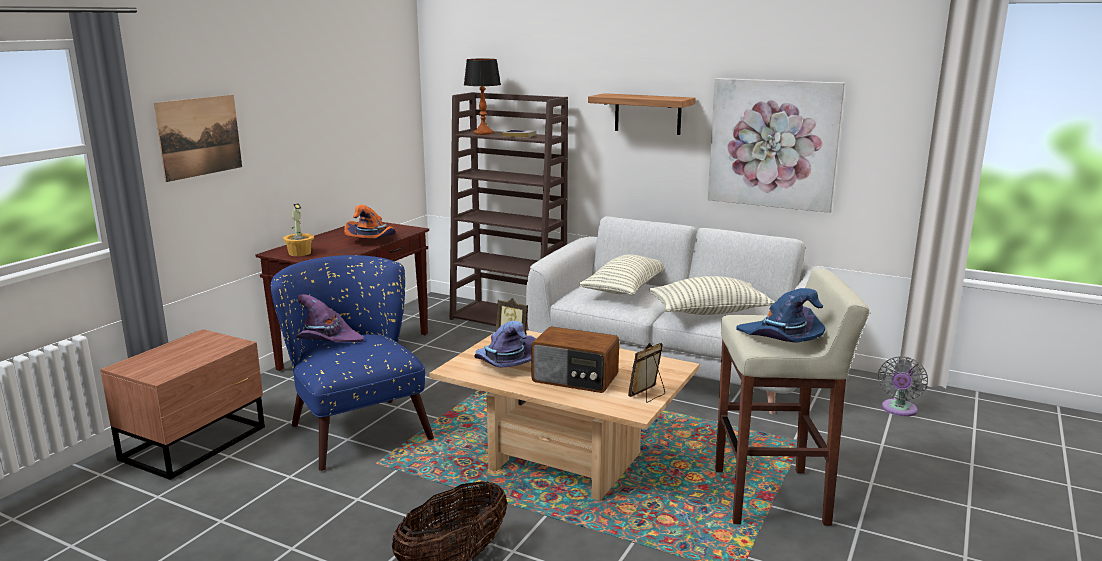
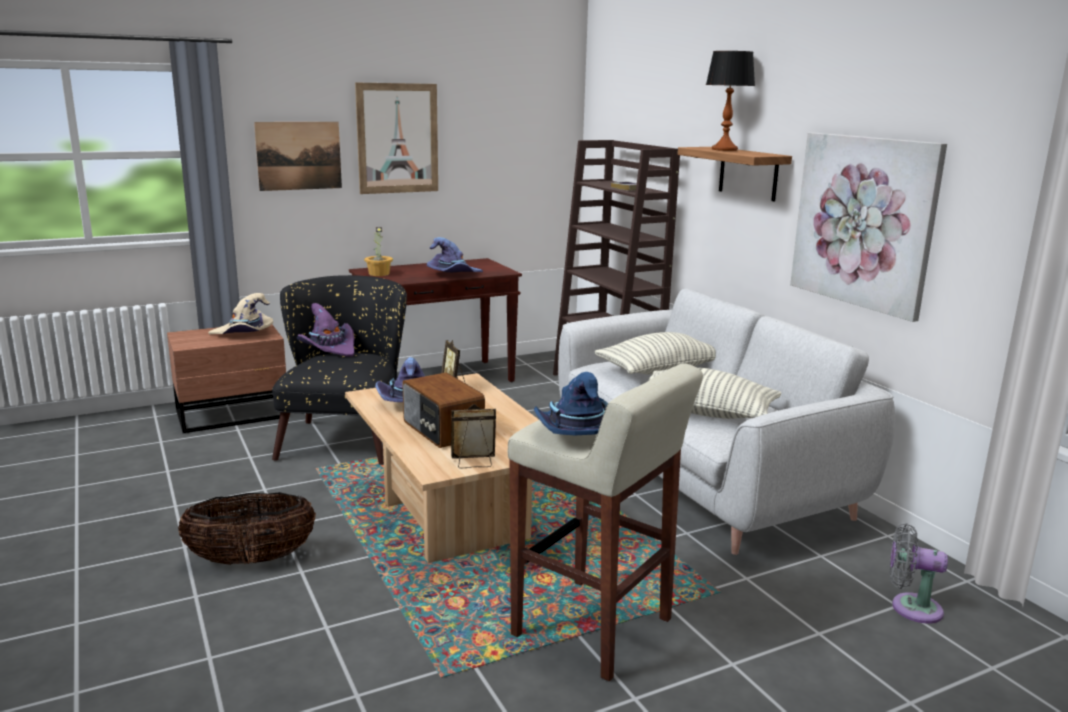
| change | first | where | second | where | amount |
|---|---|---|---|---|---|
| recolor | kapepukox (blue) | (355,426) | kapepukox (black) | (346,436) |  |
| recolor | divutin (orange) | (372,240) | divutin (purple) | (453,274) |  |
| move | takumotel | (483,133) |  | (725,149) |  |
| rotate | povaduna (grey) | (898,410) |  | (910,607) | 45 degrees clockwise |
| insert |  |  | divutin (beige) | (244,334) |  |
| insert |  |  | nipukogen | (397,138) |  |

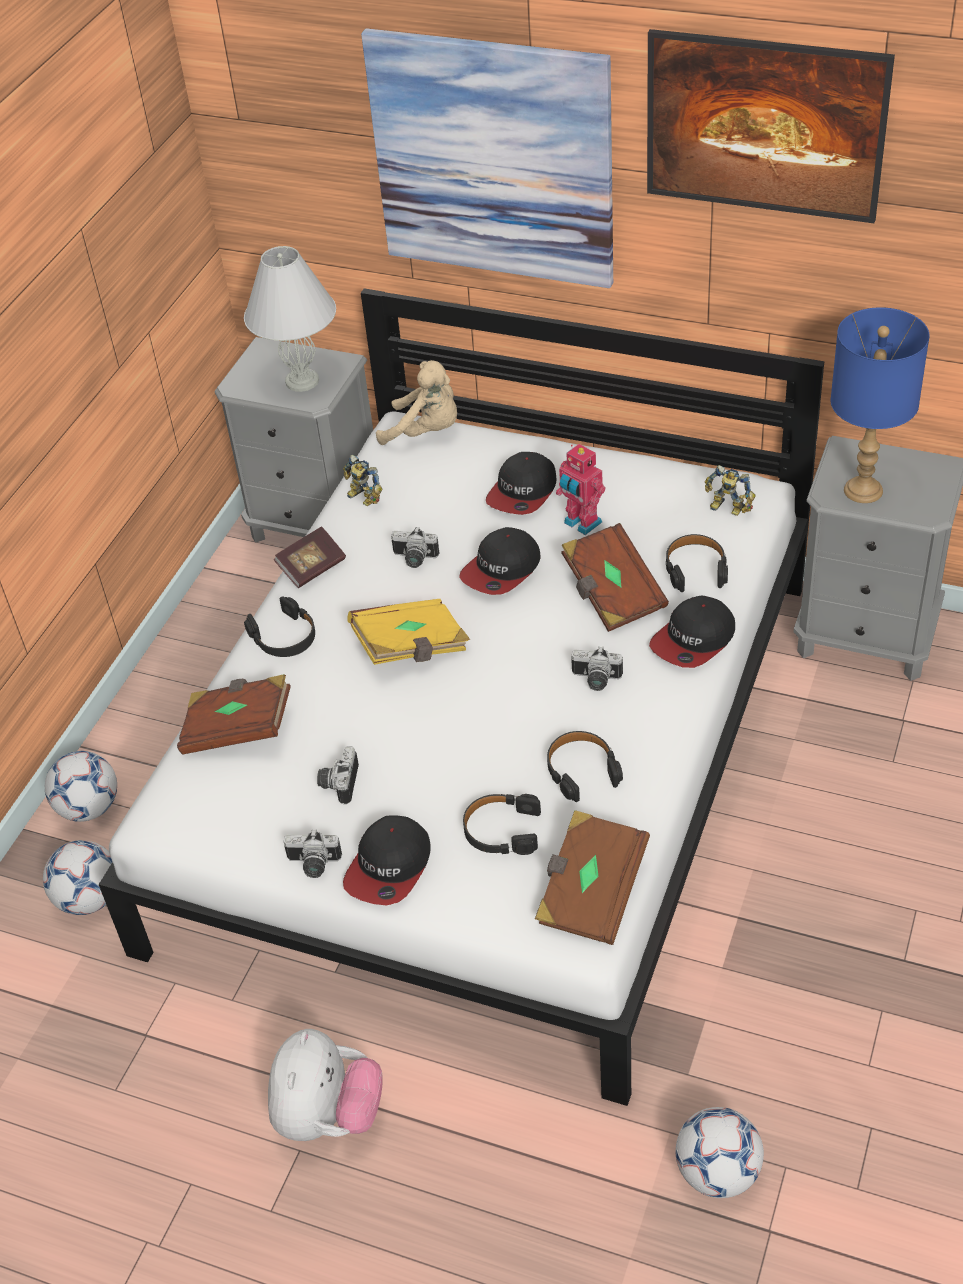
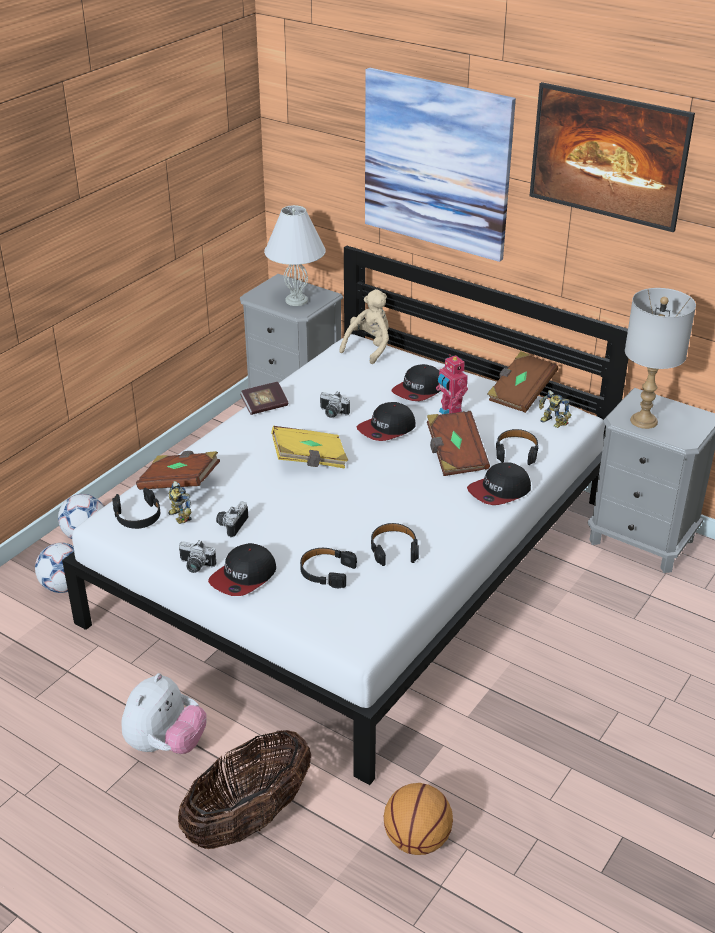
| change | first | where | second | where | amount |
|---|---|---|---|---|---|
| move | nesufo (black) | (284,637) |  | (138,516) |  |
| move | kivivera | (362,499) |  | (178,517) |  |
| rotate | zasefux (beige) | (426,432) |  | (369,347) | 90 degrees counterclockwise |
| move | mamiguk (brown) | (591,892) |  | (520,394) |  |
| delete | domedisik | (595,680) |  |  |  |
| replace | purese | (718,1172) | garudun | (417,840) |  |
| recolor | takumotel (blue) | (863,491) | takumotel (grey) | (643,421) |  |
| insert |  |  | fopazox | (248,819) |  |

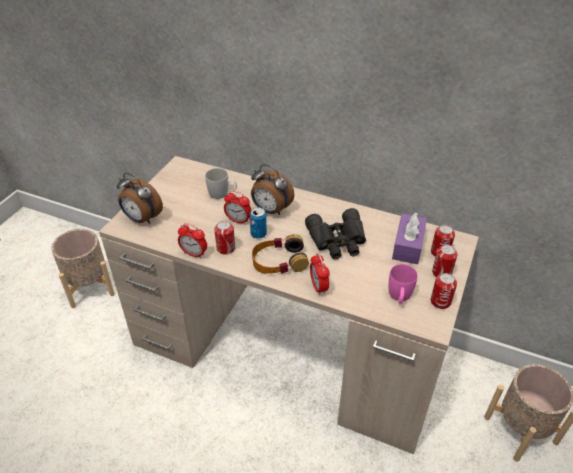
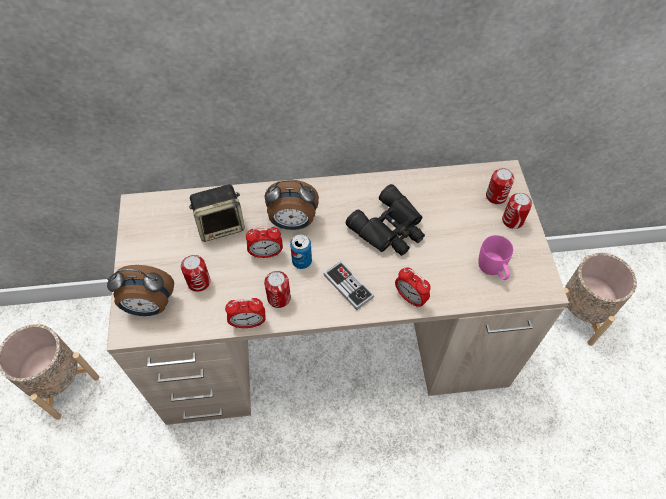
| change | first | where | second | where | amount |
|---|---|---|---|---|---|
| replace | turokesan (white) | (222,194) | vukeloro | (221,225) |  |
| replace | nesufo | (279,261) | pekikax | (348,286) |  |
| delete | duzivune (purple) | (408,246) |  |  |  |
| move | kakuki | (440,301) |  | (199,282) |  |

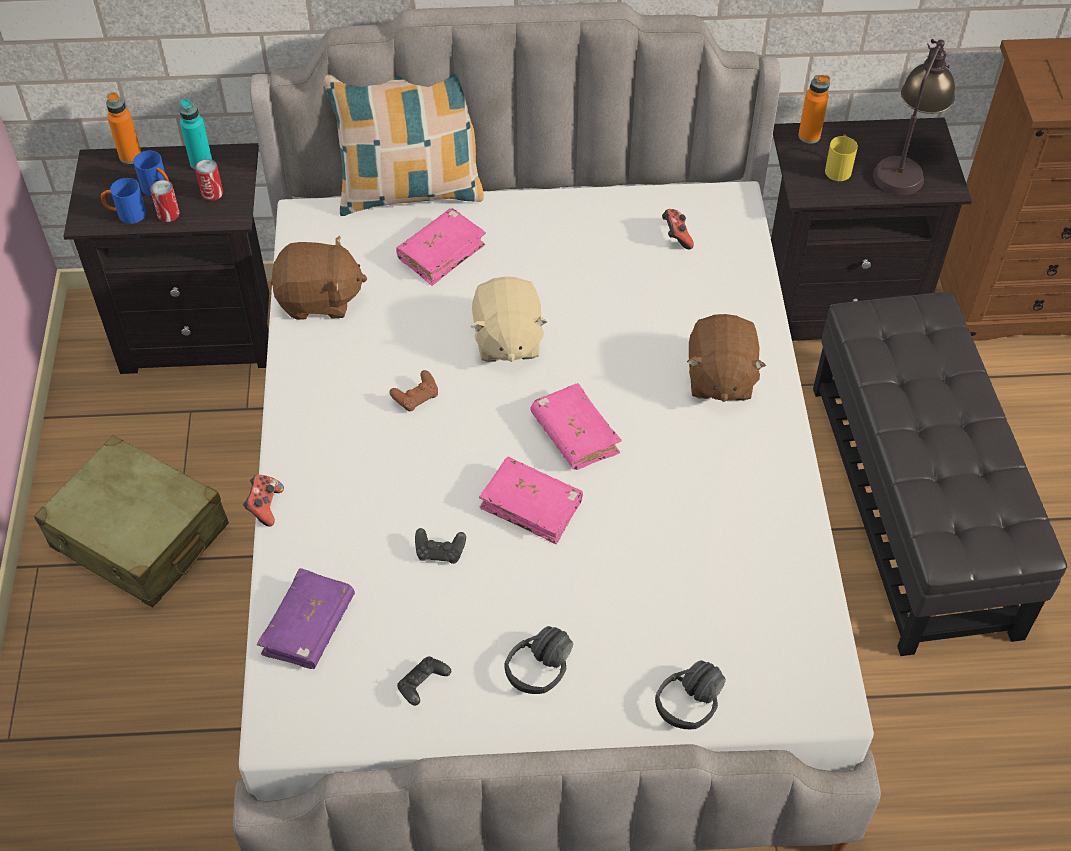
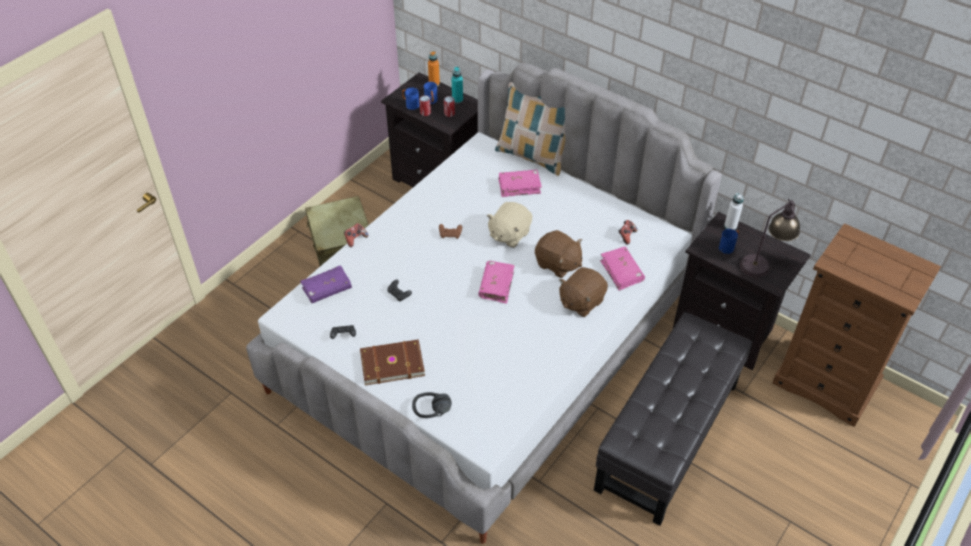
| change | first | where | second | where | amount |
|---|---|---|---|---|---|
| move | zasefux (brown) | (319,300) |  | (557,264) |  |
| move | mamiguk (pink) | (531,506) |  | (621,272) |  |
| replace | nesufo (black) | (549,674) | mamiguk (brown) | (391,363) |  |
| recolor | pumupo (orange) | (809,136) | pumupo (white) | (730,226) |  |
| recolor | turokesan (yellow) | (838,169) | turokesan (blue) | (728,247) |  |

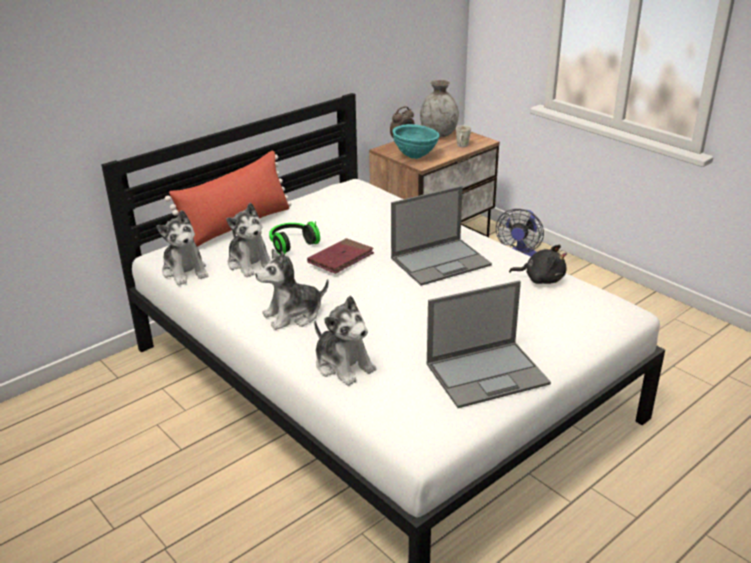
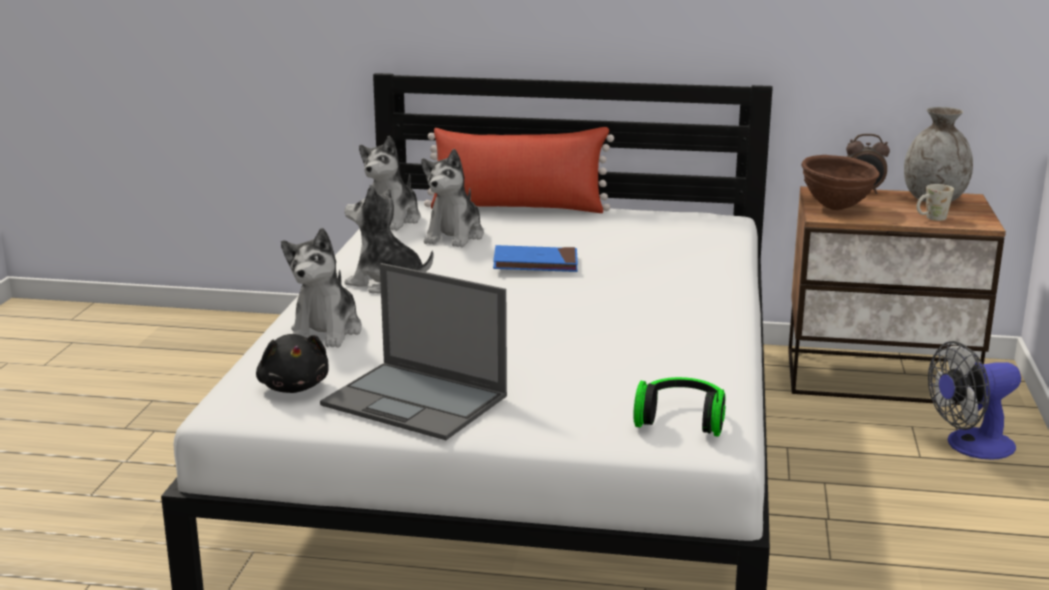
| change | first | where | second | where | amount |
|---|---|---|---|---|---|
| move | nesufo | (291,244) |  | (681,420) |  |
| recolor | mamiguk (red) | (341,259) | mamiguk (blue) | (535,263) |  |
| delete | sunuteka | (441,261) |  |  |  |
| recolor | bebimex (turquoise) | (415,157) | bebimex (brown) | (836,208) |  |
| move | zasefux (black) | (541,279) |  | (294,386) |  |

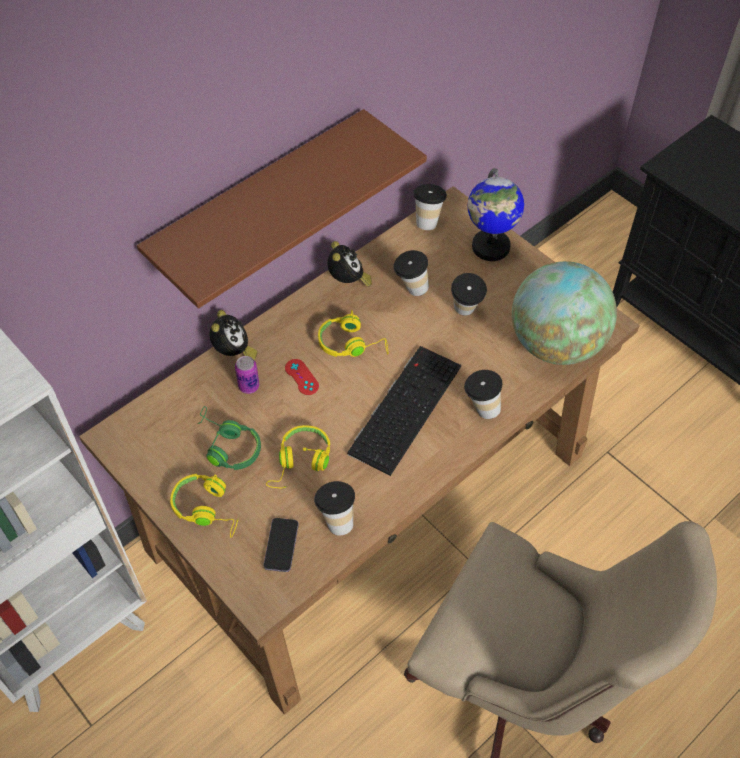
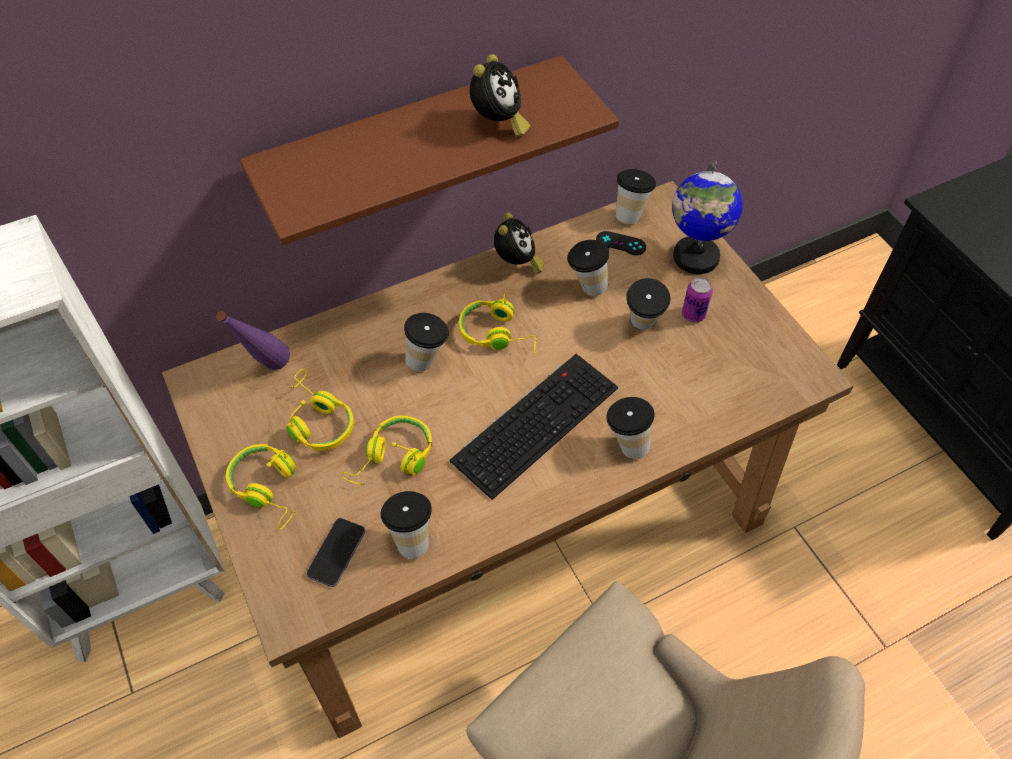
| change | first | where | second | where | amount |
|---|---|---|---|---|---|
| recolor | nesufo (green) | (227,446) | nesufo (yellow) | (317,420) |  |
| move | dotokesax | (233,353) |  | (498,123) |  |
| move | kakuki | (249,386) |  | (693,314) |  |
| replace | pekikax (red) | (301,377) | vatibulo | (428,360) |  |
| delete | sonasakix | (556,344) |  |  |  |
| insert |  |  | pumupo (purple) | (267,372) |  |
| insert |  |  | pekikax (black) | (620,243) |  |

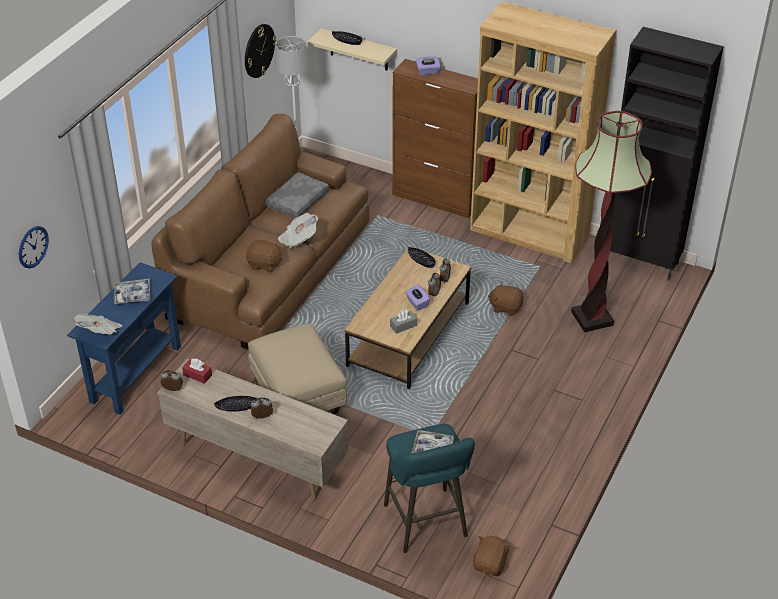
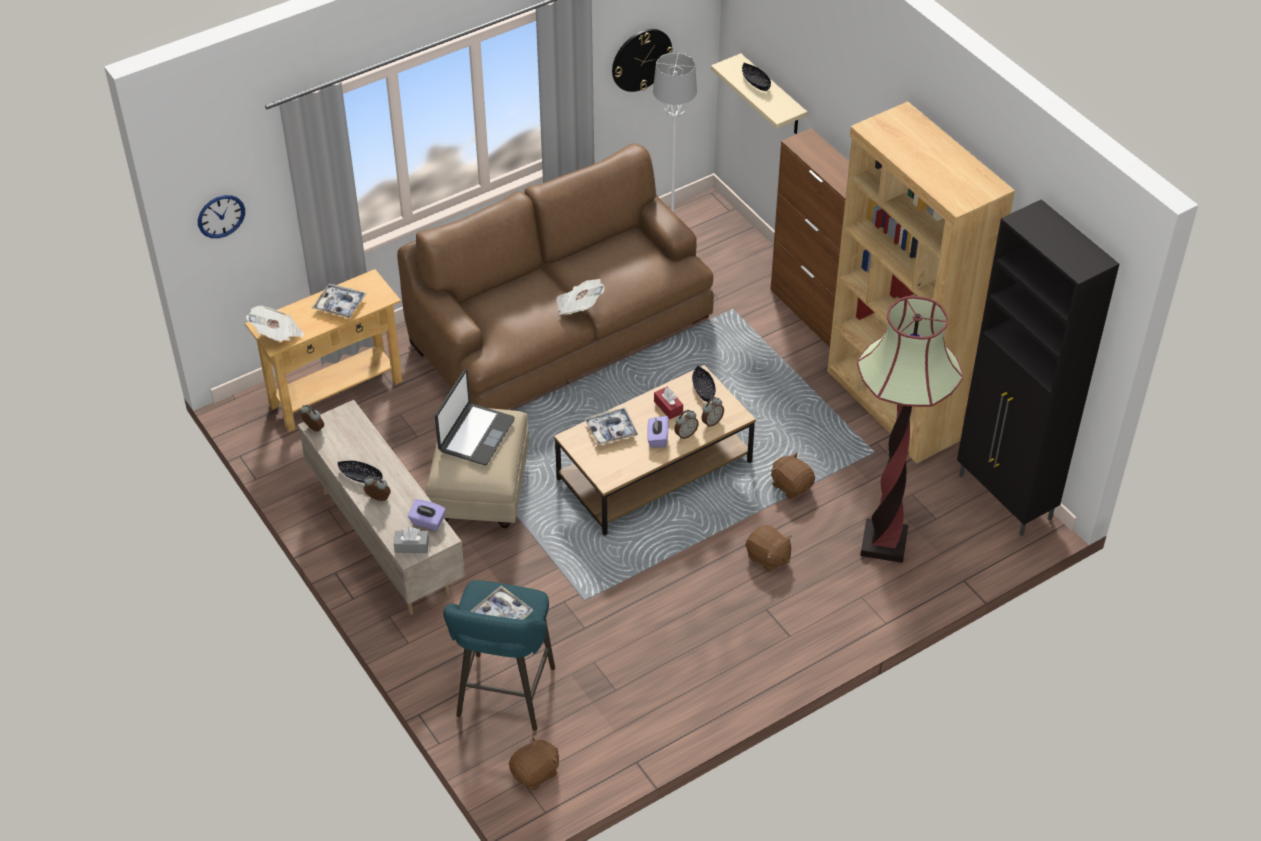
| change | first | where | second | where | amount |
|---|---|---|---|---|---|
| recolor | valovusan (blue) | (136,374) | valovusan (beige) | (336,393) |  |
| move | duzivune (red) | (197,375) |  | (668,407) |  |
| move | zasefux (brown) | (264,264) |  | (768,557) |  |
| delete | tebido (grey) | (297,201) |  |  |  |
| move | duzivune (grey) | (403,326) |  | (412,546) |  |
| move | duzivune (purple) | (428,72) |  | (427,522) |  |
| insert |  |  | sunuteka | (475,435) |  |
| insert |  |  | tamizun | (611,430) |  |

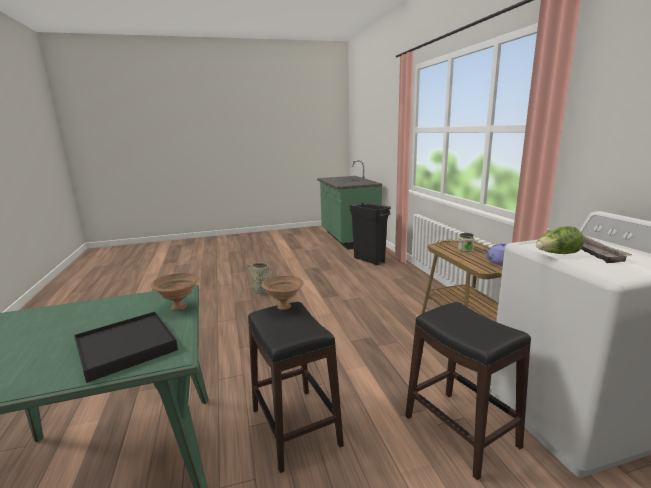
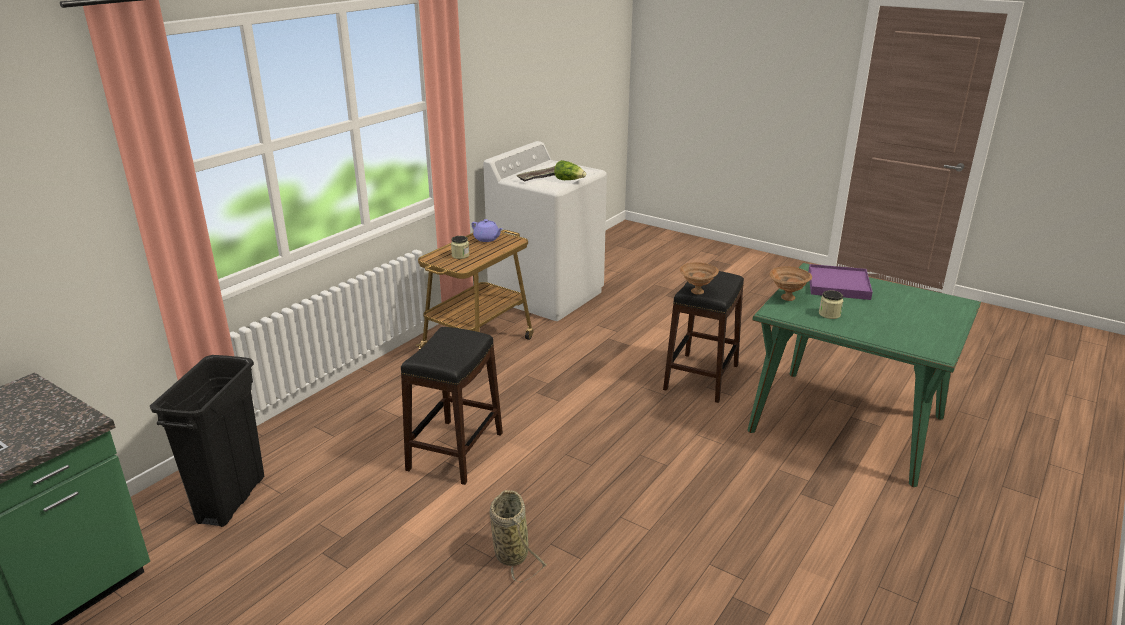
| change | first | where | second | where | amount |
|---|---|---|---|---|---|
| recolor | tamizun (black) | (126,347) | tamizun (purple) | (838,285) |  |
| move | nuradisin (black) | (460,430) |  | (454,451) |  |
| insert |  |  | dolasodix | (829,314) |  |

